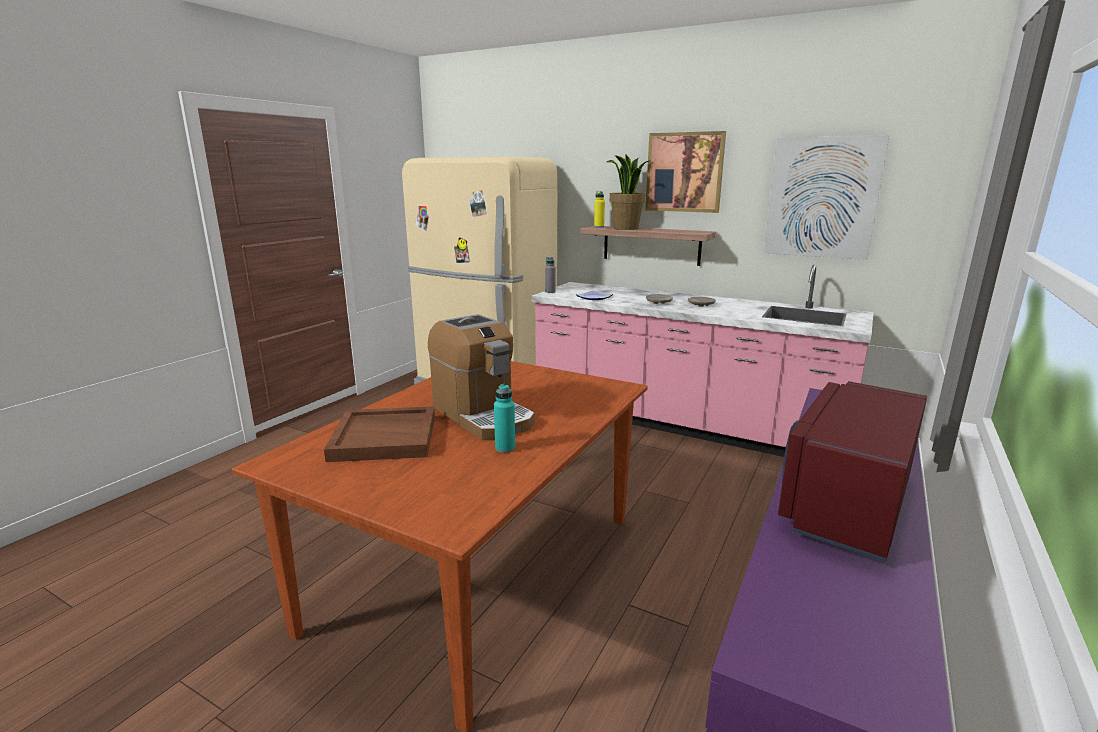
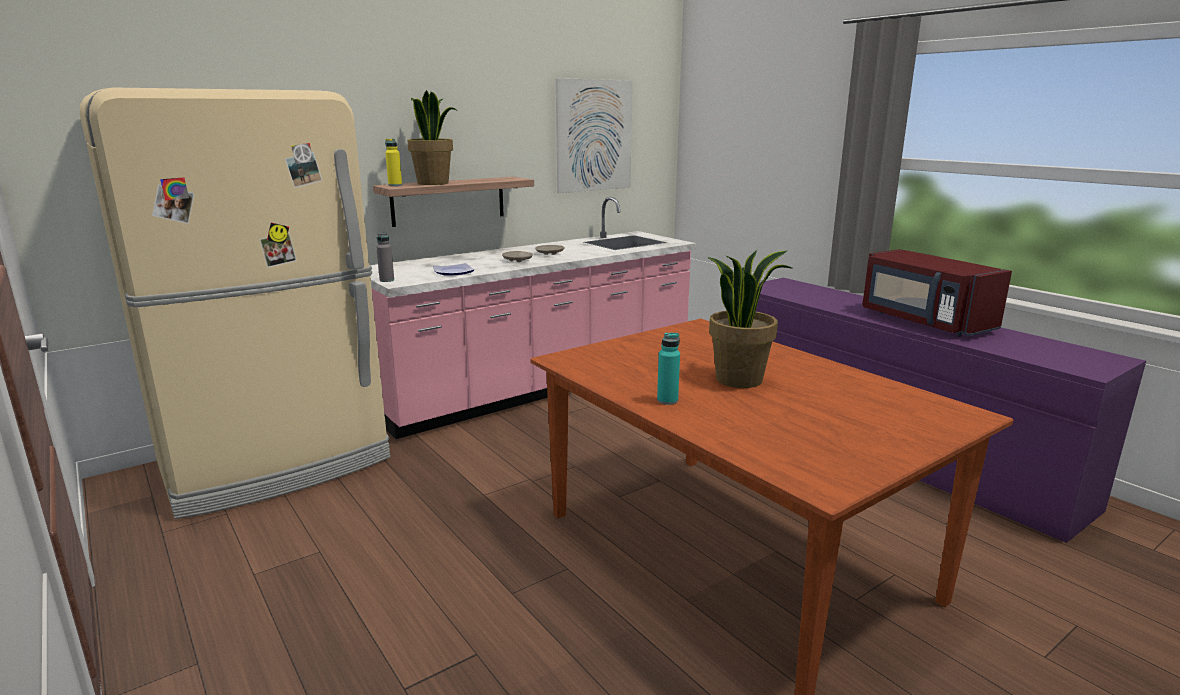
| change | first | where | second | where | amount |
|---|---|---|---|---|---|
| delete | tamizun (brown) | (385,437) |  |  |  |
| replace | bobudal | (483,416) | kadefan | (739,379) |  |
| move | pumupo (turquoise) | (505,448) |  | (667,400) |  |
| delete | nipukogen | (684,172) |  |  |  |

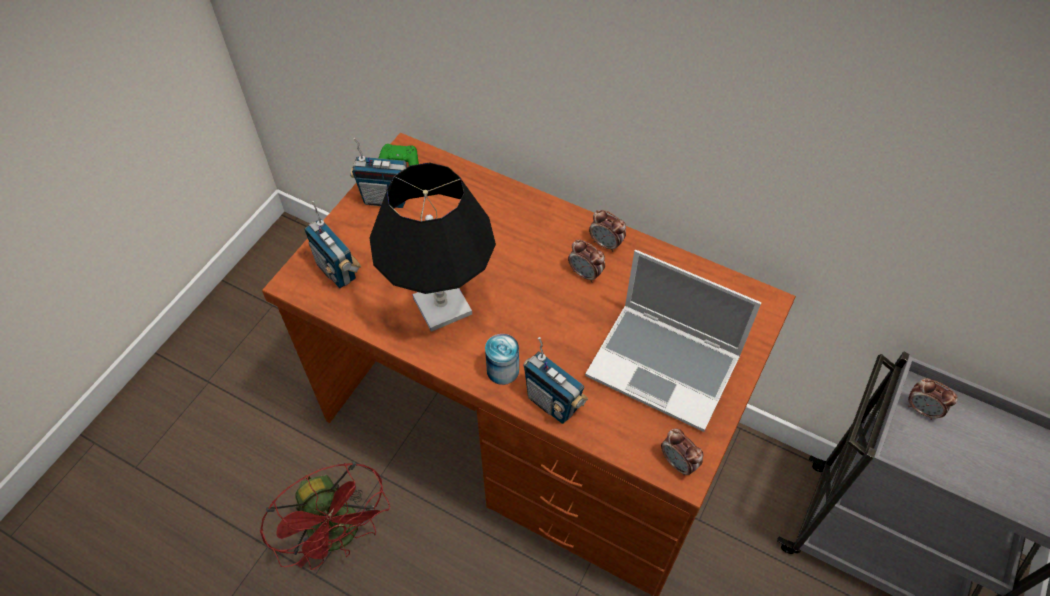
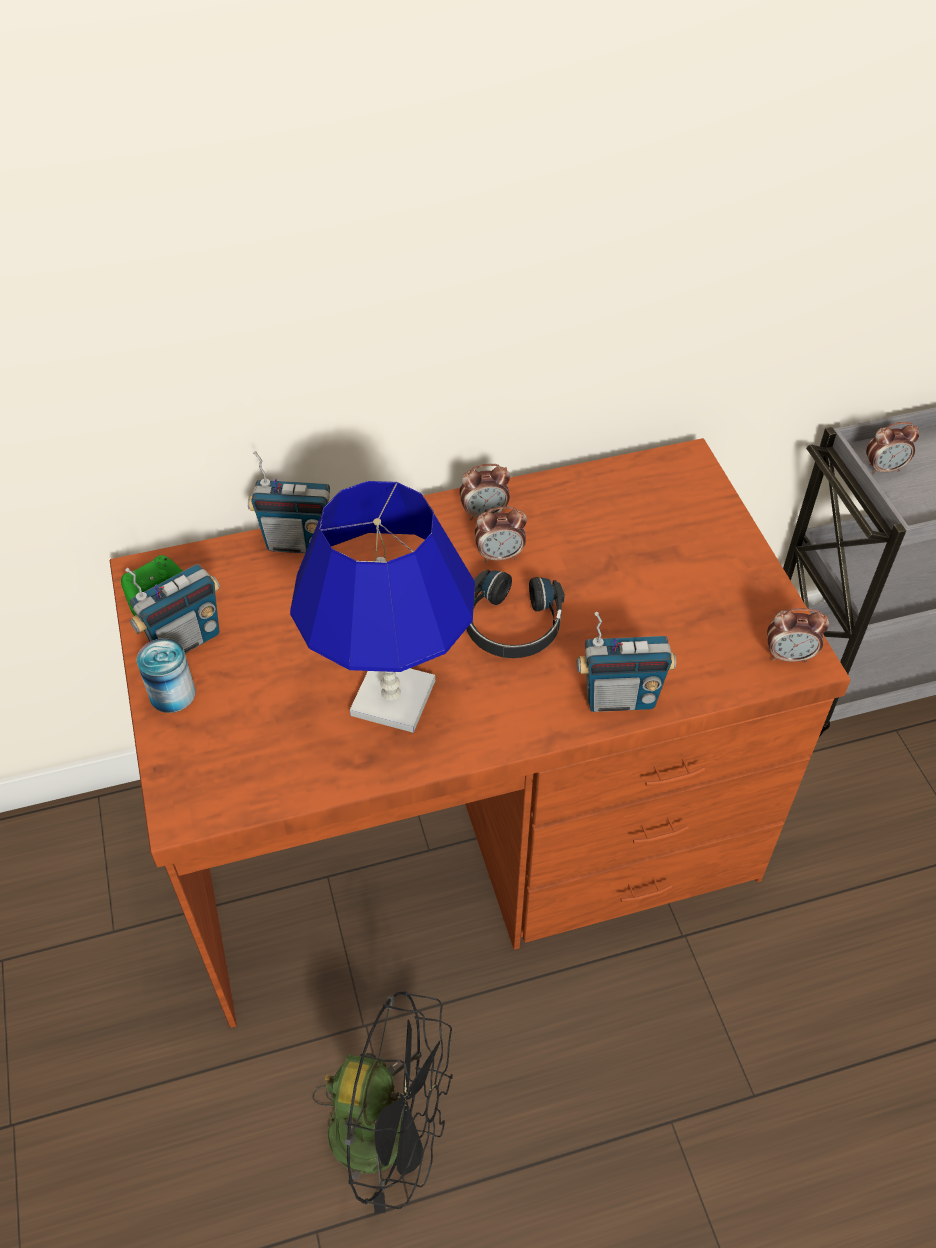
| change | first | where | second | where | amount |
|---|---|---|---|---|---|
| recolor | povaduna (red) | (340,535) | povaduna (black) | (390,1131) |  |
| move | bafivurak | (337,271) |  | (298,542) |  |
| recolor | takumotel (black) | (442,305) | takumotel (blue) | (392,698) |  |
| move | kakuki | (502,370) |  | (172,694) |  |
| delete | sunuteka | (665,366) |  |  |  |
| insert |  |  | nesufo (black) | (512,625) |  |

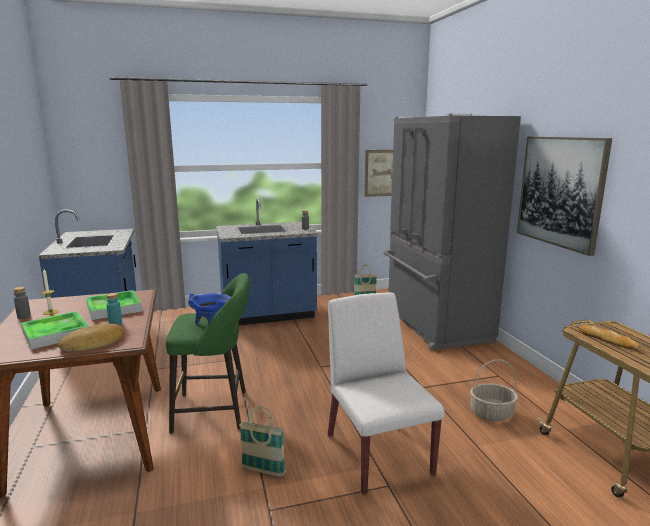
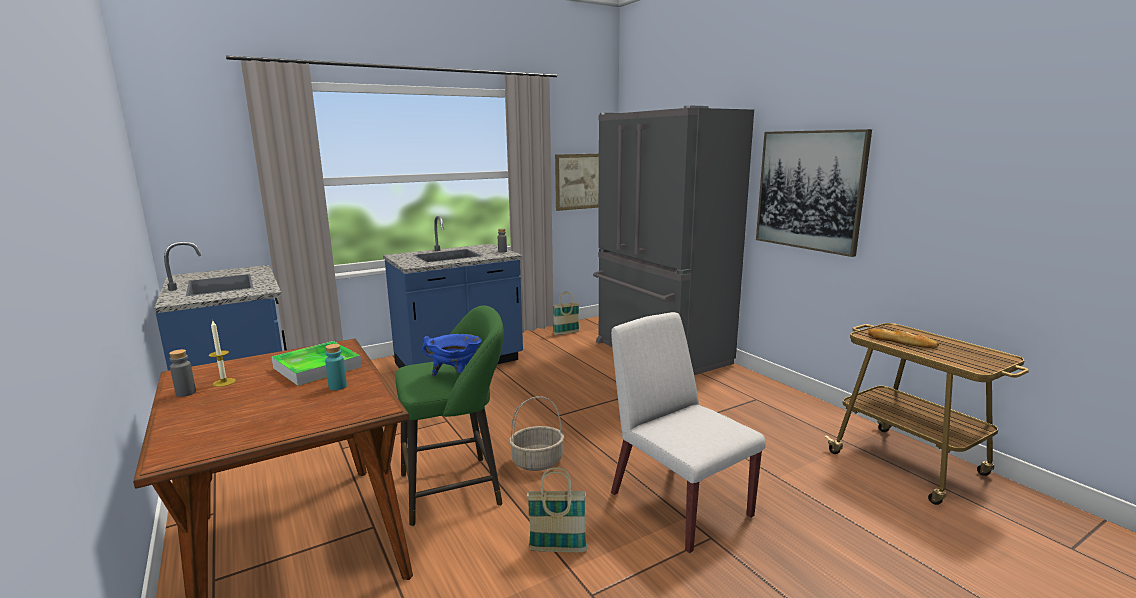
| change | first | where | second | where | amount |
|---|---|---|---|---|---|
| delete | tamizun | (56,333) |  |  |  |
| delete | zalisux | (94,343) |  |  |  |
| move | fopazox | (491,413) |  | (537,462) |  |

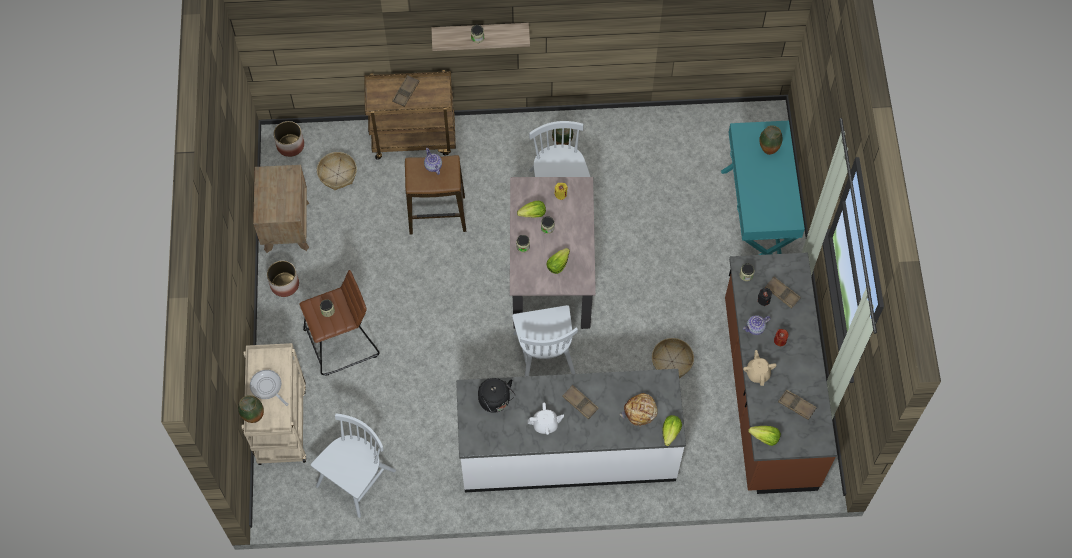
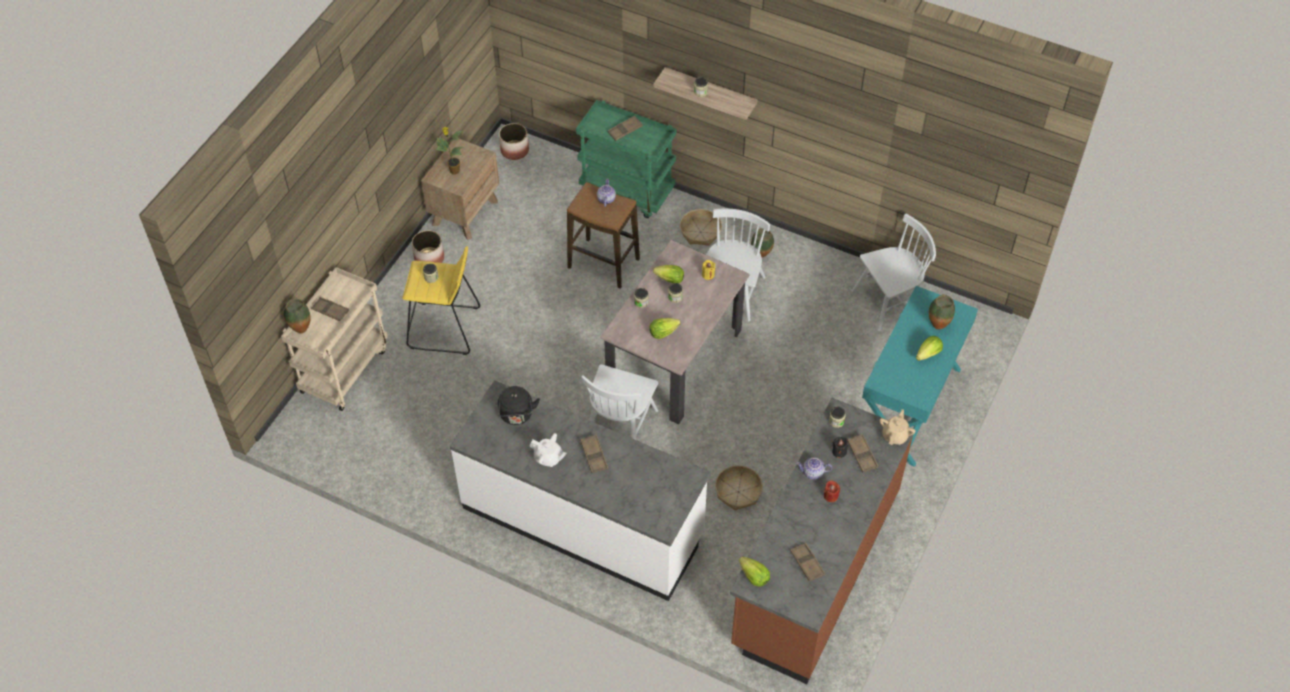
| change | first | where | second | where | amount |
|---|---|---|---|---|---|
| replace | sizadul | (267,387) | tamizun (brown) | (330,311) |  |
| recolor | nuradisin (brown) | (342,343) | nuradisin (yellow) | (444,328) |  |
| move | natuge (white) | (356,479) |  | (890,301) |  |
| move | fopazox | (337,174) |  | (700,232) |  |
| recolor | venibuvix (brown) | (414,138) | venibuvix (green) | (628,192) |  |
| delete | zalisux | (640,412) |  |  |  |
| move | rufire | (670,432) |  | (928,354) |  |
| move | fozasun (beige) | (757,373) |  | (895,435) |  |
| insert |  |  | kadefan | (454,171) |  |

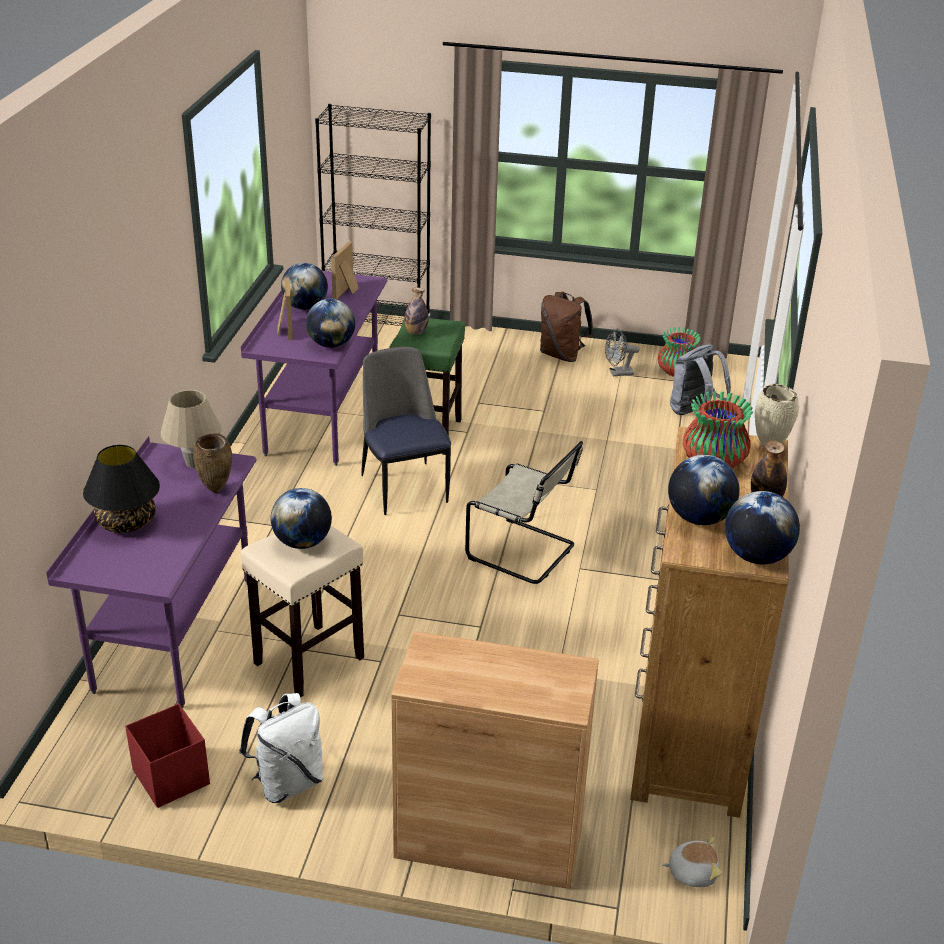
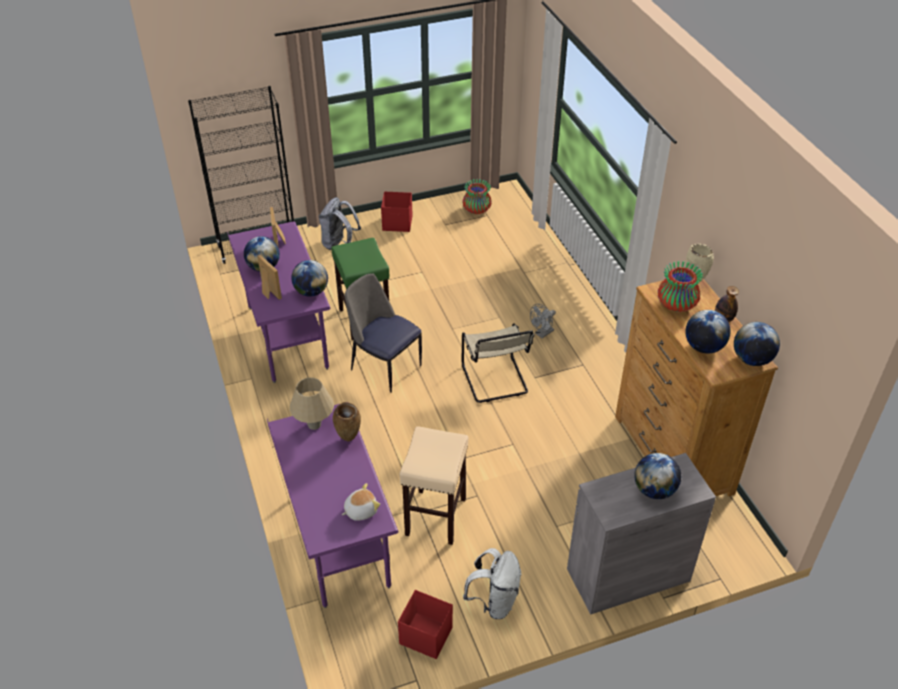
| change | first | where | second | where | amount |
|---|---|---|---|---|---|
| delete | takumotel (black) | (126,521) |  |  |  |
| move | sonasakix | (302,542) |  | (654,490) |  |
| recolor | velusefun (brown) | (489,838) | velusefun (grey) | (628,575) |  |
| delete | pumupo | (416,332) |  |  |  |
| rotate | natuge (beige) | (524,552) |  | (495,381) | 75 degrees clockwise |
| replace | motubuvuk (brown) | (562,355) | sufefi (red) | (398,223) |  |
| move | povaduna (grey) | (617,373) |  | (542,334) |  |
| move | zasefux | (692,872) |  | (360,510) |  |
| move | motubuvuk (grey) | (694,412) |  | (339,244) |  |

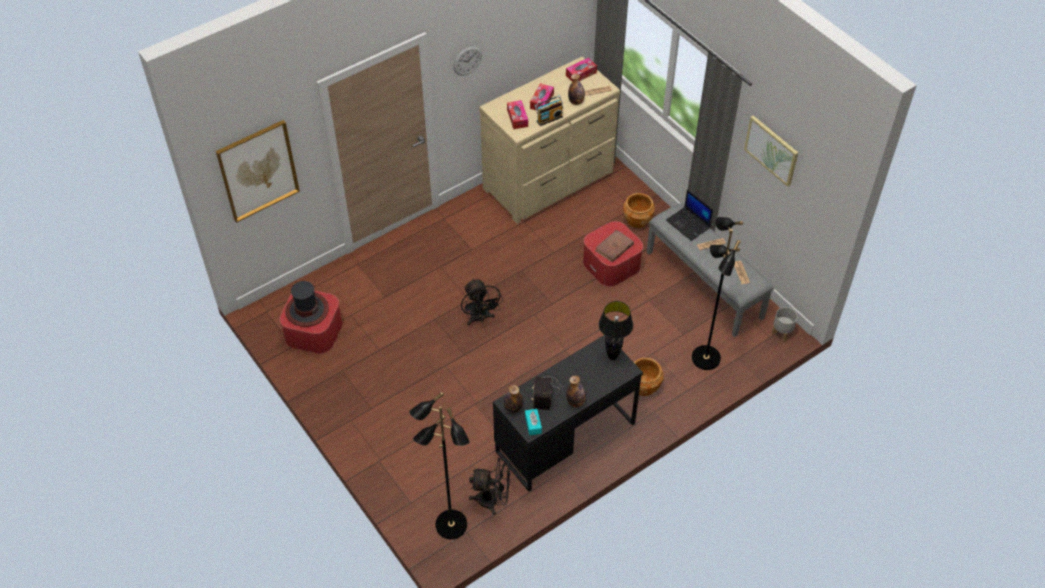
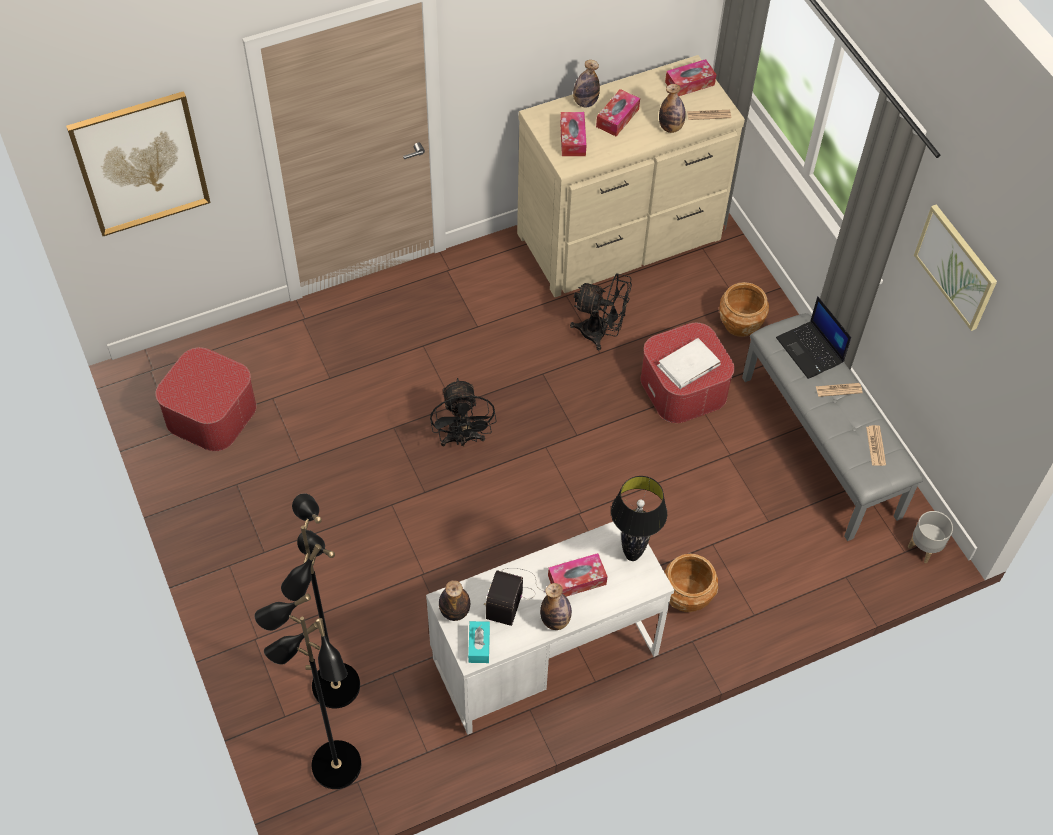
| change | first | where | second | where | amount |
|---|---|---|---|---|---|
| delete | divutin | (306,310) |  |  |  |
| delete | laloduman | (467,60) |  |  |  |
| move | povaduna (black) | (493,500) |  | (600,333) |  |
| recolor | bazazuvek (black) | (565,437) | bazazuvek (white) | (545,656) |  |
| delete | bafivurak | (549,118) |  |  |  |
| recolor | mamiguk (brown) | (614,248) | mamiguk (white) | (688,366) |  |
| move | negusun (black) | (704,358) |  | (334,685) |  |
| insert |  |  | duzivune | (577,580) |  |
| insert |  |  | pumupo | (585,102) |  |

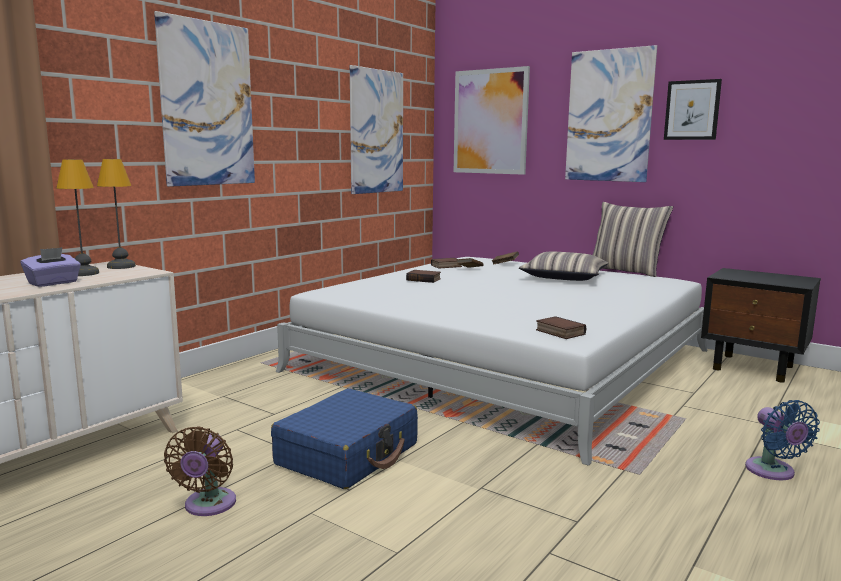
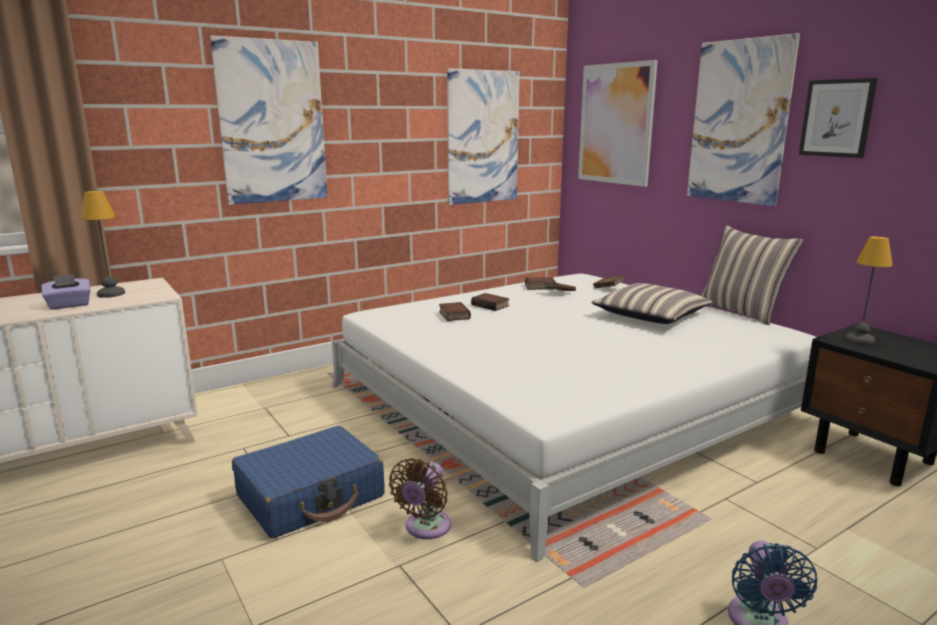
| change | first | where | second | where | amount |
|---|---|---|---|---|---|
| move | takumotel | (121,266) |  | (860,340) |  |
| move | povaduna (brown) | (208,506) |  | (425,528) |  |
| move | mamiguk | (559,332) |  | (453,315) |  |

